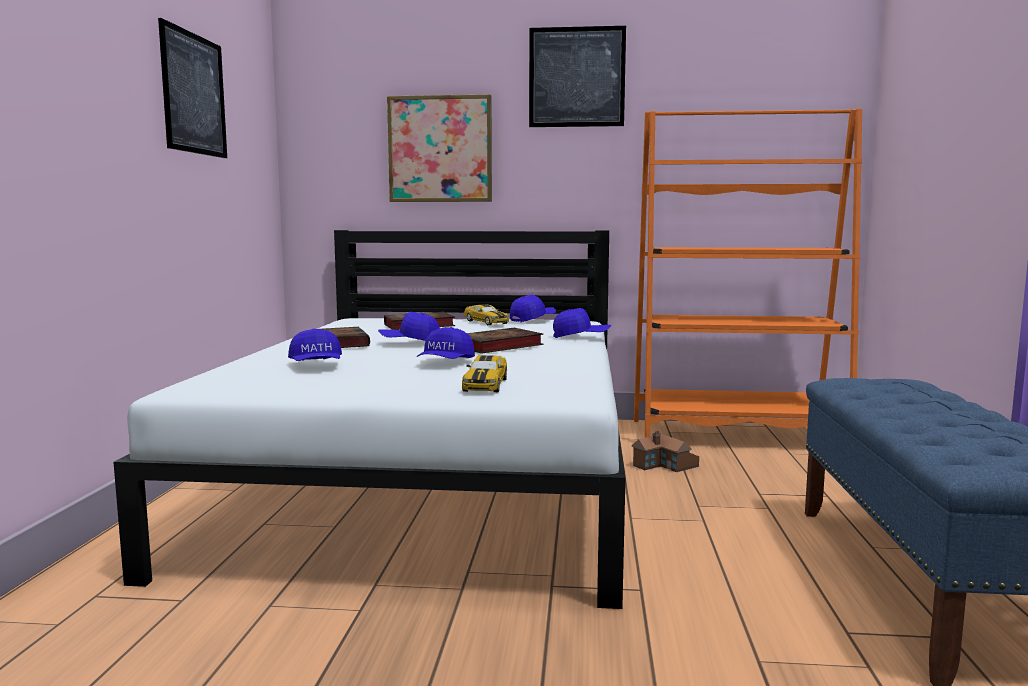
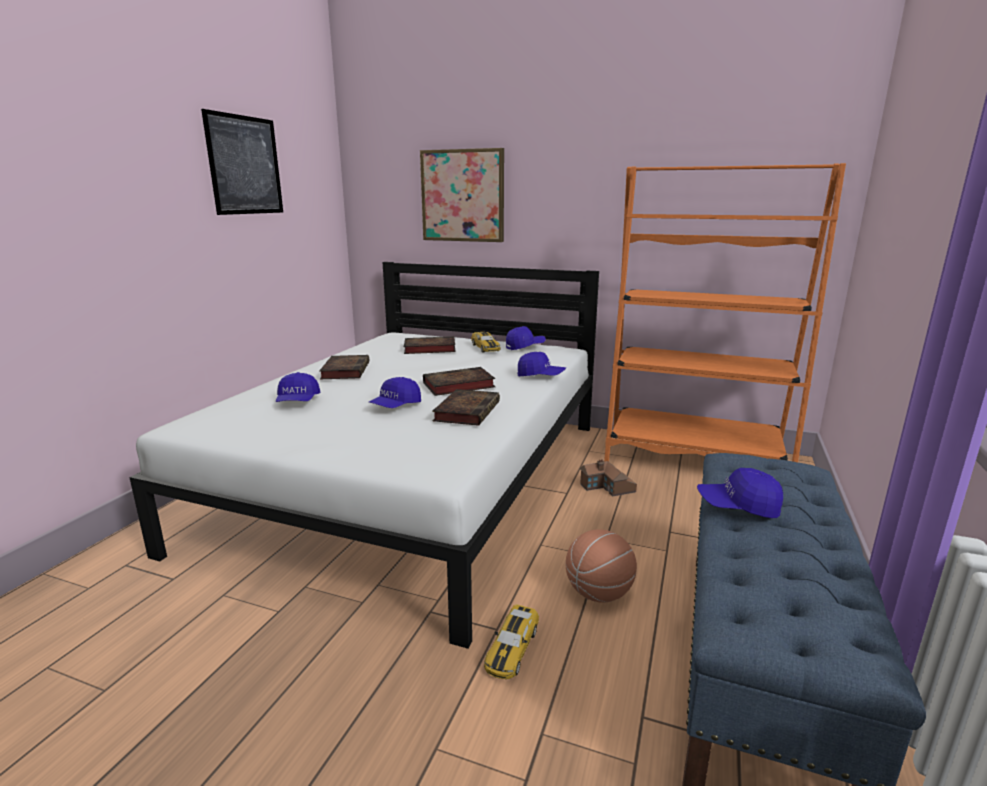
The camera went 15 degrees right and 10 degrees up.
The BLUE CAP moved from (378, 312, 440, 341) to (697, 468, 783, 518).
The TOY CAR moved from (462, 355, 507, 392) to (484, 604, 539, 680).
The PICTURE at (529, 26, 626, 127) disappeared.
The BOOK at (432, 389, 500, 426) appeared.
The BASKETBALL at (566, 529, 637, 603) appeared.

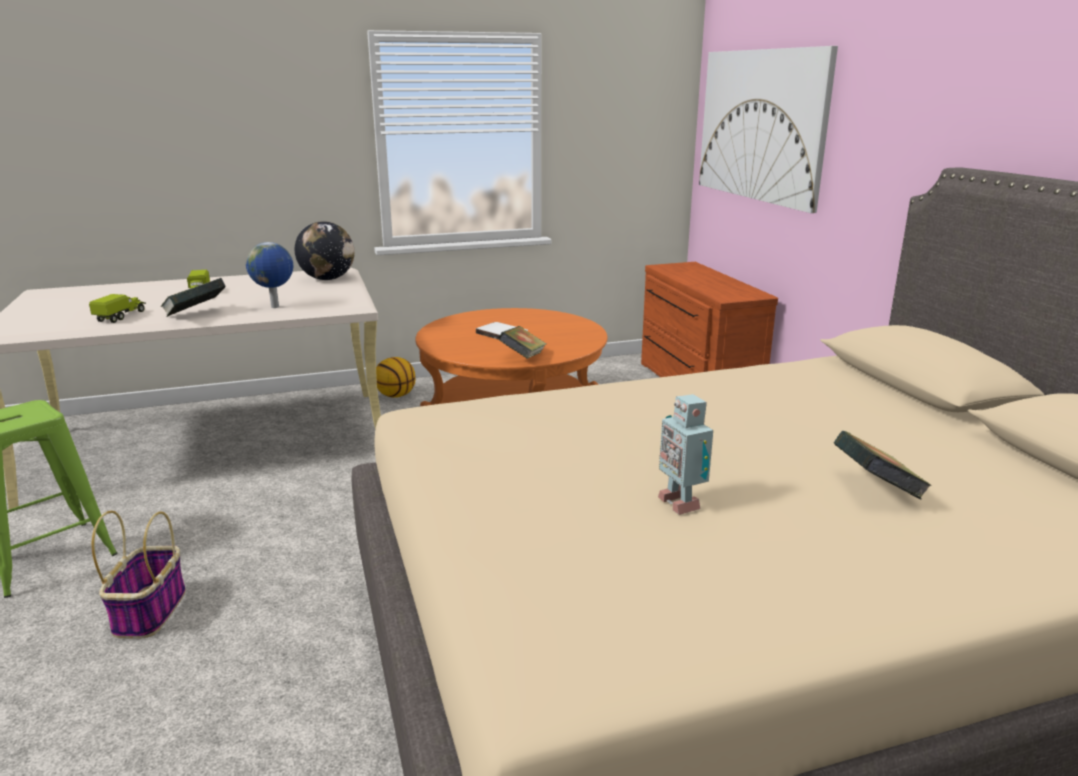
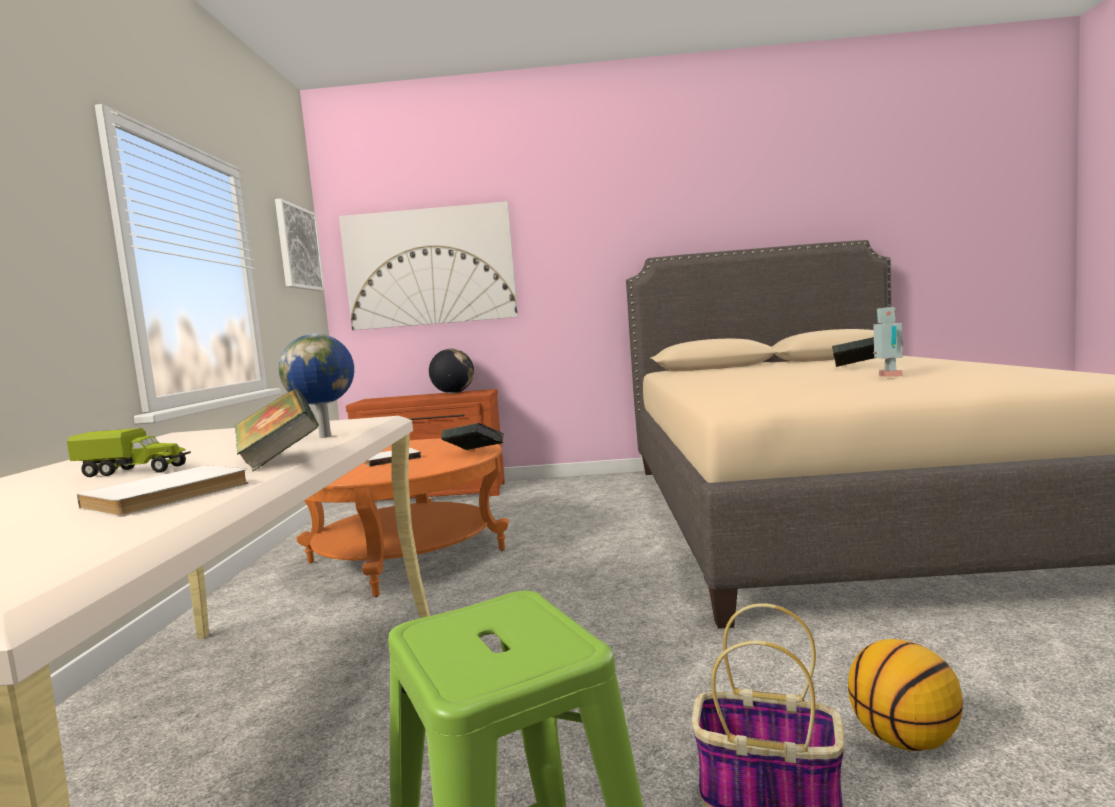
The camera went 70 degrees left and 15 degrees down.
The TOY TRUCK at (89, 294, 146, 323) was replaced by the WHITE BOOK at (77, 465, 249, 517).
The GLOBE moved from (295, 221, 355, 280) to (429, 349, 474, 393).
The BASKETBALL moved from (376, 357, 415, 398) to (848, 639, 963, 751).
The TOY ROBOT at (658, 394, 713, 515) turned 75 degrees counterclockwise.
The PICTURE at (275, 199, 325, 291) appeared.

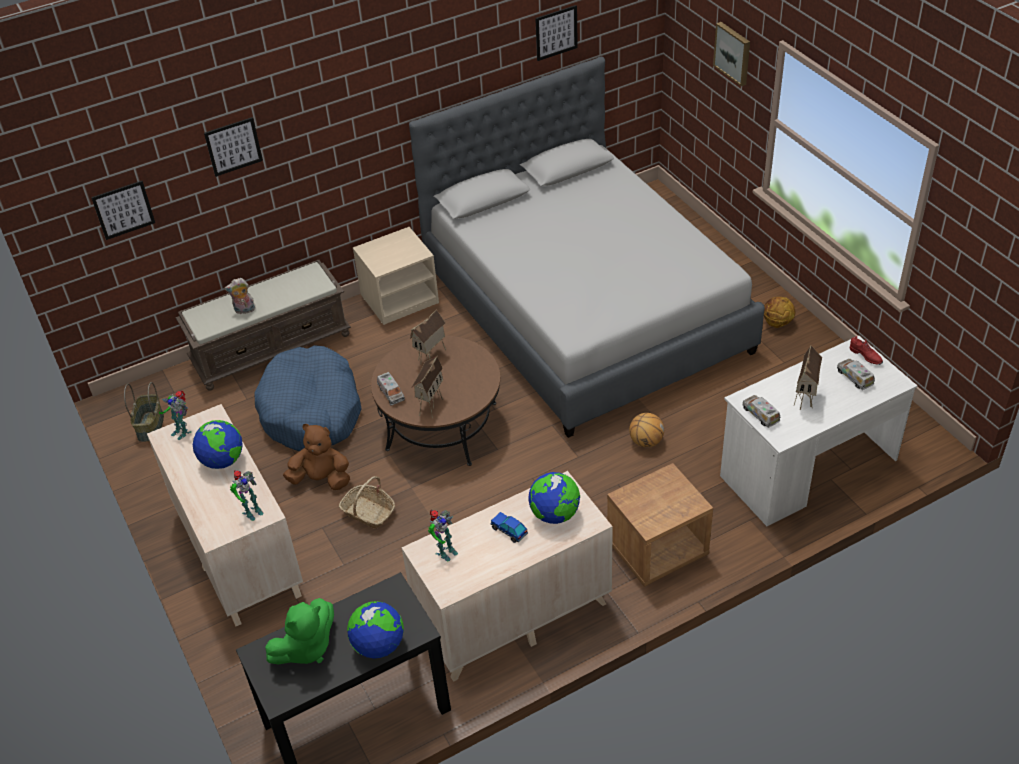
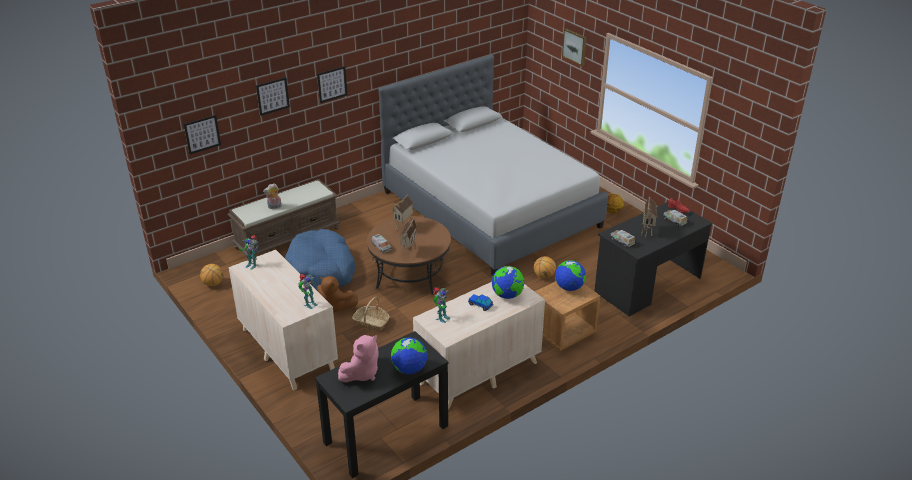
The camera went 10 degrees left and 10 degrees down.
The BASKET at (124, 382, 164, 442) was replaced by the BASKETBALL at (200, 264, 223, 286).
The GLOBE moved from (193, 420, 243, 469) to (555, 260, 586, 291).
The GREEN PLUSH TOY at (265, 598, 334, 665) became the PINK PLUSH TOY at (338, 335, 379, 382).
The BROWN PLUSH TOY at (283, 424, 350, 490) turned 150 degrees counterclockwise.
The BEIGE NIGHTSTAND at (353, 227, 439, 325) disappeared.
The PICTURE moved from (535, 5, 578, 61) to (317, 66, 347, 103).
The WHITE DESK at (720, 336, 917, 526) became the BLACK DESK at (594, 202, 713, 316).

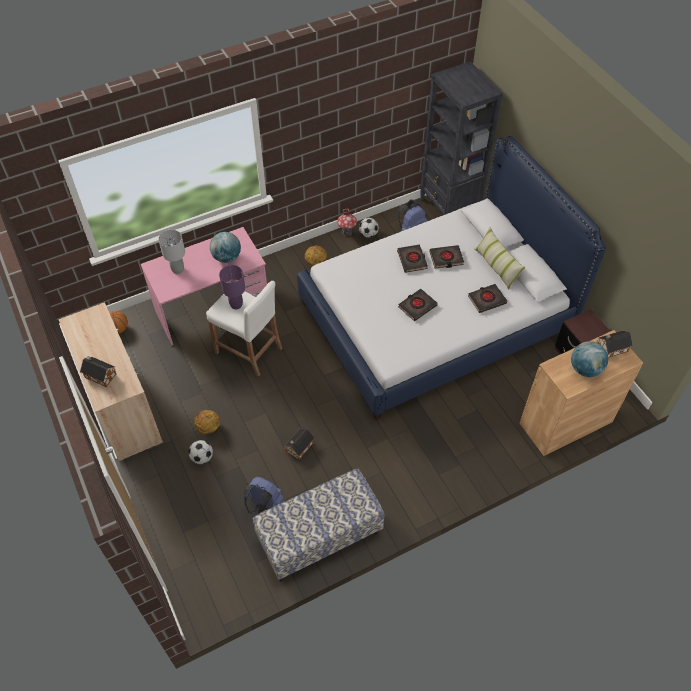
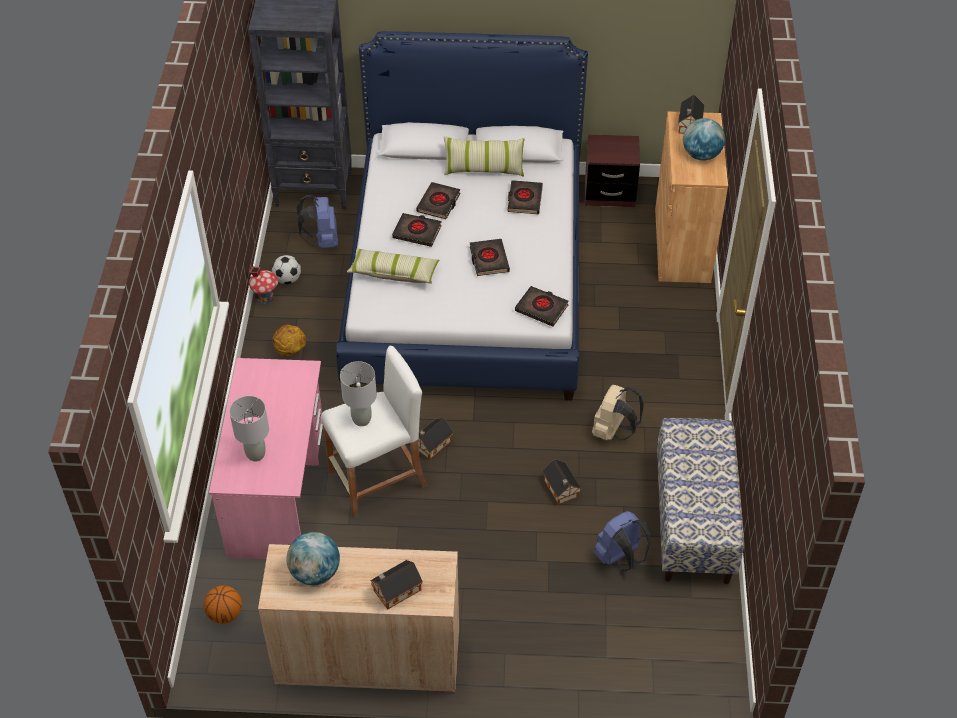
The camera went 60 degrees left and 5 degrees down.
The FOOTBALL at (188, 440, 213, 464) disappeared.
The BASKETBALL at (194, 410, 220, 435) disappeared.
The GLOBE moved from (210, 232, 241, 263) to (286, 532, 340, 585).
The PURPLE TABLE LAMP at (219, 265, 245, 309) became the GREY TABLE LAMP at (340, 361, 377, 426).
The PILLOW at (347, 248, 439, 284) appeared.
The TOY HOUSE at (418, 418, 454, 460) appeared.
The BLACK BOOK at (515, 286, 569, 327) appeared.
The BEIGE BACKPACK at (592, 385, 644, 440) appeared.

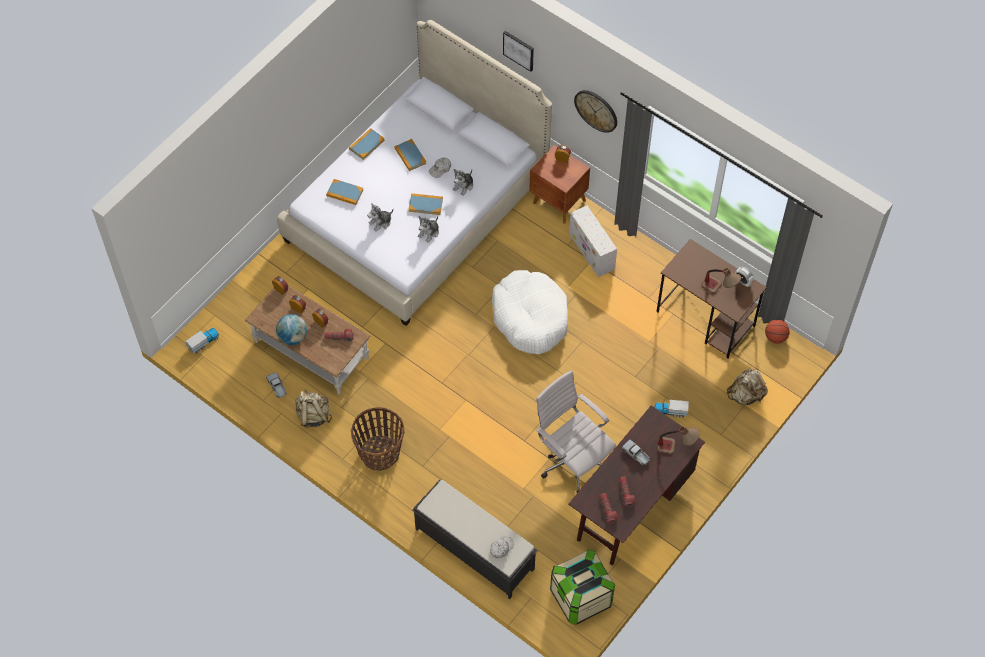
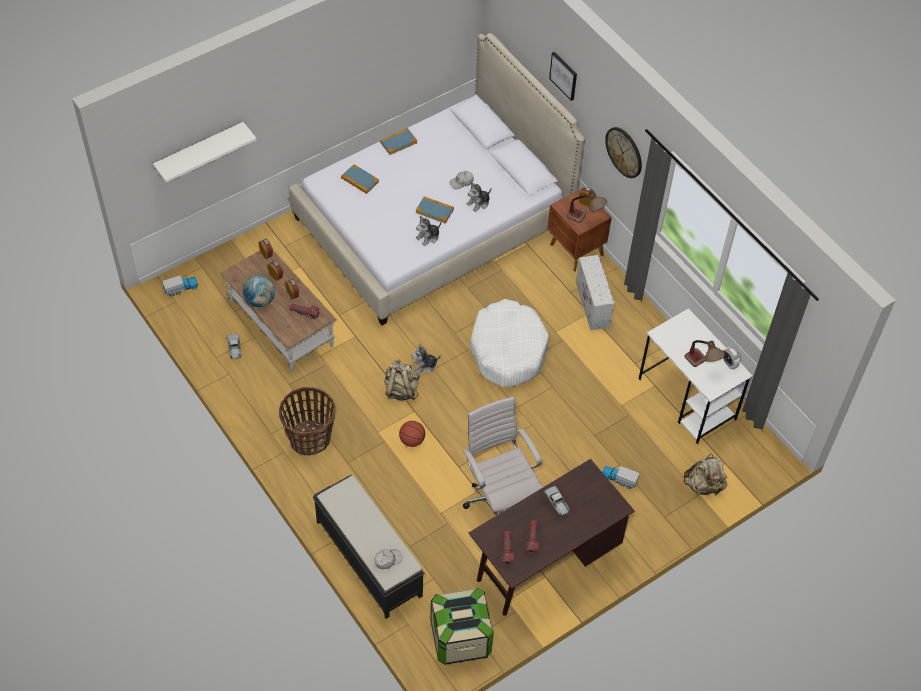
The camera went 15 degrees right and 5 degrees down.
The BEIGE BACKPACK moved from (295, 389, 332, 428) to (384, 359, 420, 400).
The PLUSH TOY moved from (367, 203, 393, 232) to (411, 343, 441, 373).
The BOOK at (394, 139, 426, 171) disappeared.
The BROWN DESK at (656, 239, 767, 359) became the WHITE DESK at (638, 308, 753, 444).
The TABLE LAMP moved from (657, 427, 700, 454) to (567, 192, 607, 222).
The BASKETBALL moved from (765, 320, 790, 344) to (399, 421, 425, 447).
The WHITE SHELF at (153, 122, 257, 183) appeared.

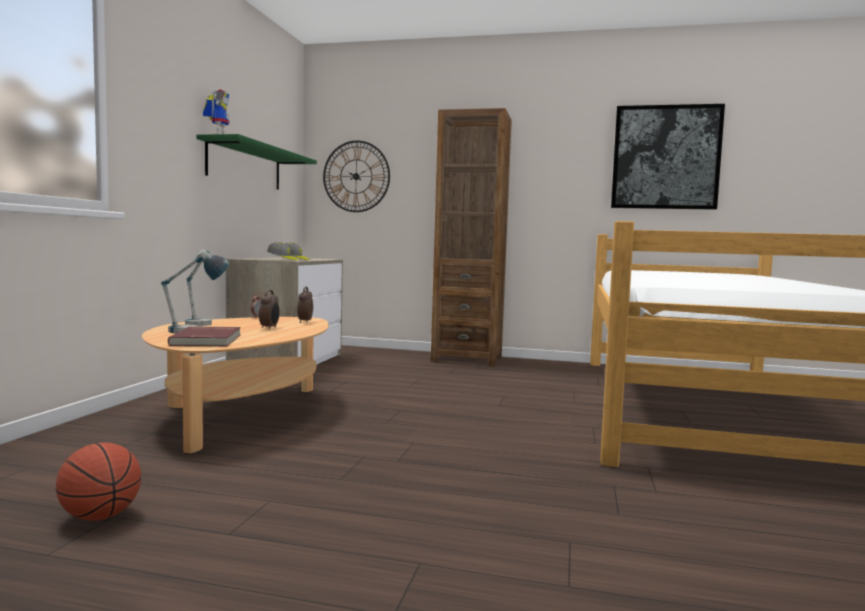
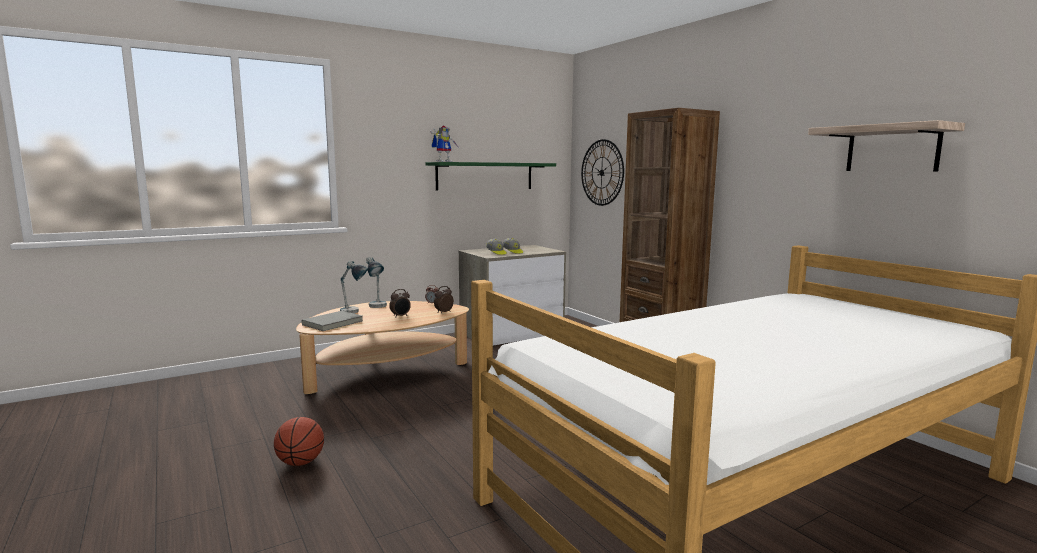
The camera went 45 degrees right and 5 degrees up.
The BASKETBALL moved from (56, 442, 141, 521) to (274, 417, 324, 466).
The RED BOOK at (168, 326, 241, 346) became the GREY BOOK at (301, 311, 363, 331).
The PICTURE at (611, 104, 725, 210) was replaced by the SHELF at (808, 120, 965, 172).

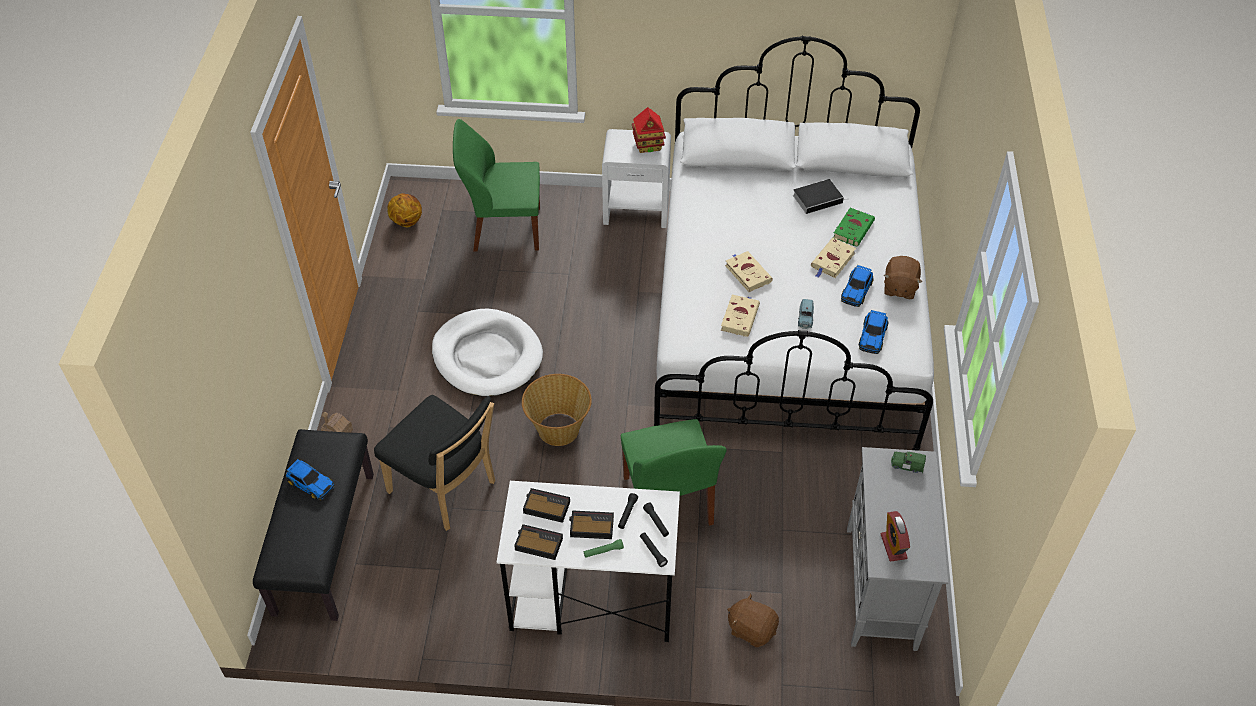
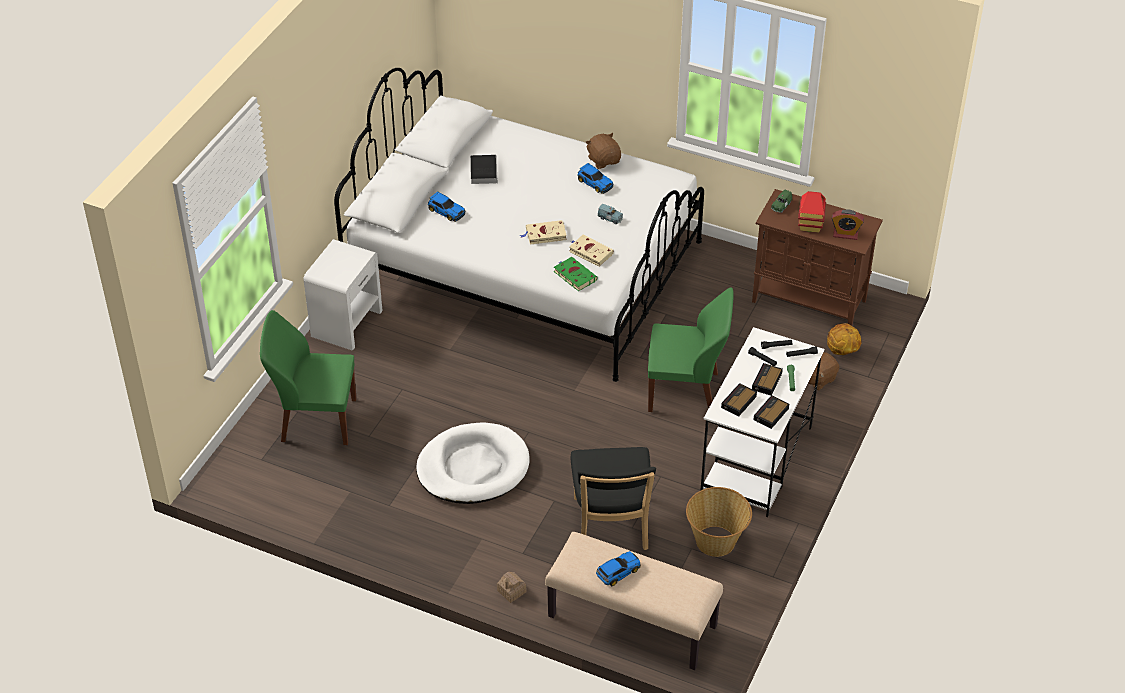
The camera went 70 degrees left and 5 degrees down.
The BLACK BENCH at (253, 429, 374, 621) became the BEIGE BENCH at (545, 532, 723, 670).
The BLACK CHAIR at (374, 395, 495, 531) turned 120 degrees clockwise.
The BASKETBALL moved from (388, 193, 422, 227) to (827, 323, 862, 355).
The GREEN CHAIR at (453, 119, 540, 251) turned 75 degrees clockwise.
The BASKET moved from (522, 374, 592, 446) to (686, 487, 752, 557).
The TOY HOUSE moved from (632, 107, 666, 153) to (798, 191, 826, 233).
The BEIGE BOOK at (811, 238, 856, 278) disappeared.
The GREEN BOOK moved from (833, 208, 875, 247) to (554, 257, 598, 291).
The GREY CABINET at (847, 447, 949, 651) became the BROWN CABINET at (752, 189, 883, 326).
The TOY CAR moved from (859, 310, 889, 354) to (428, 191, 465, 222).
The BROWN PLUSH TOY at (884, 256, 922, 299) turned 150 degrees counterclockwise.

